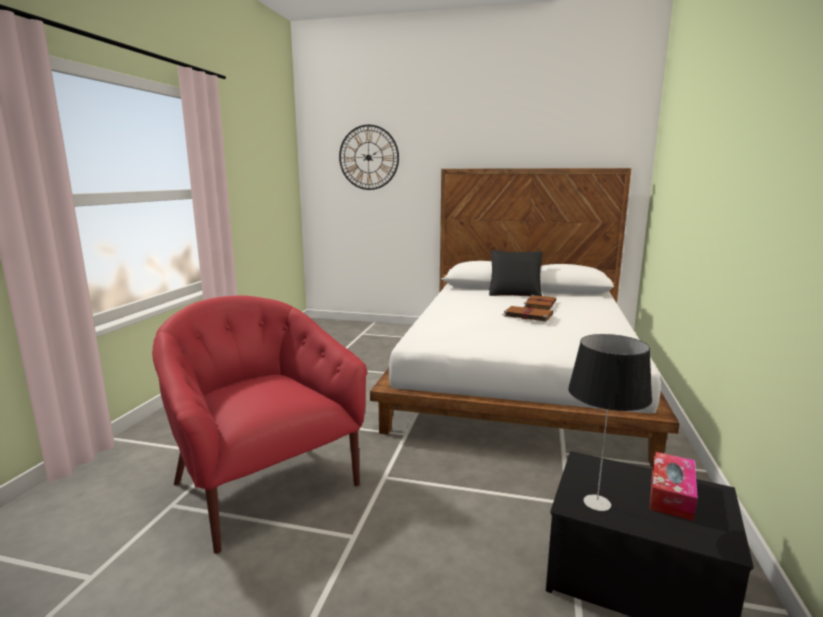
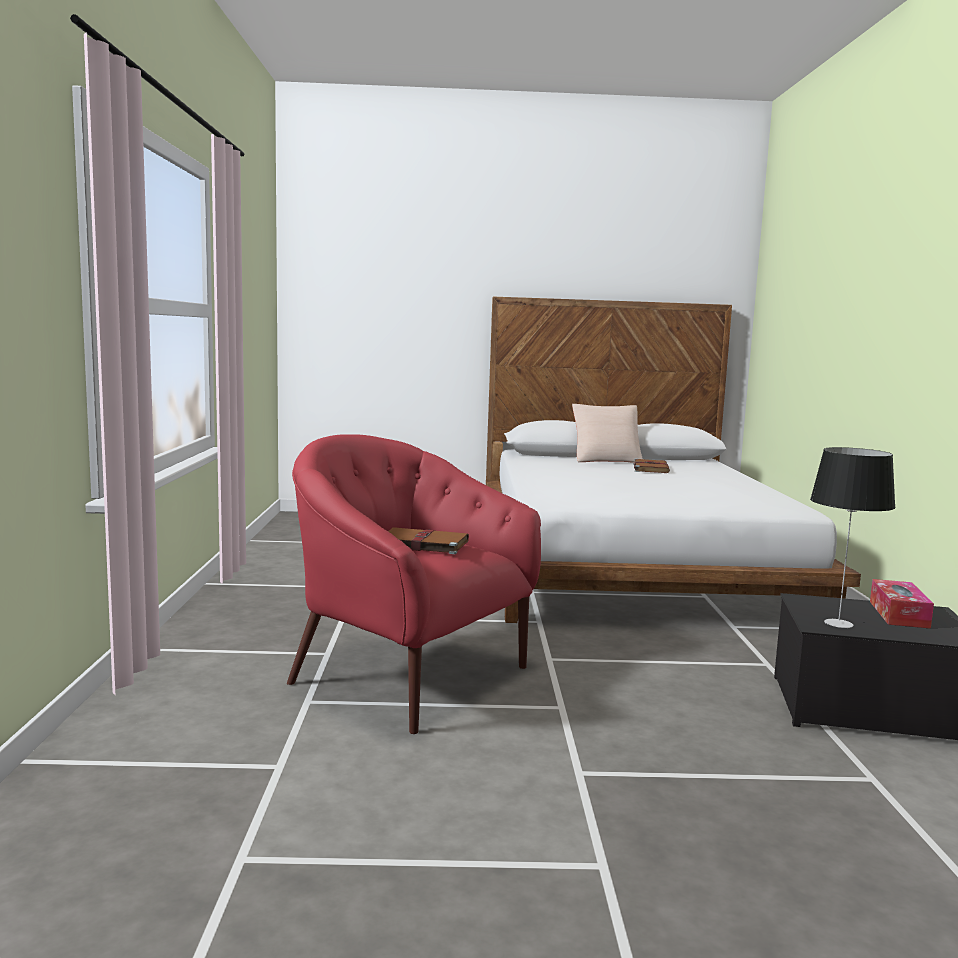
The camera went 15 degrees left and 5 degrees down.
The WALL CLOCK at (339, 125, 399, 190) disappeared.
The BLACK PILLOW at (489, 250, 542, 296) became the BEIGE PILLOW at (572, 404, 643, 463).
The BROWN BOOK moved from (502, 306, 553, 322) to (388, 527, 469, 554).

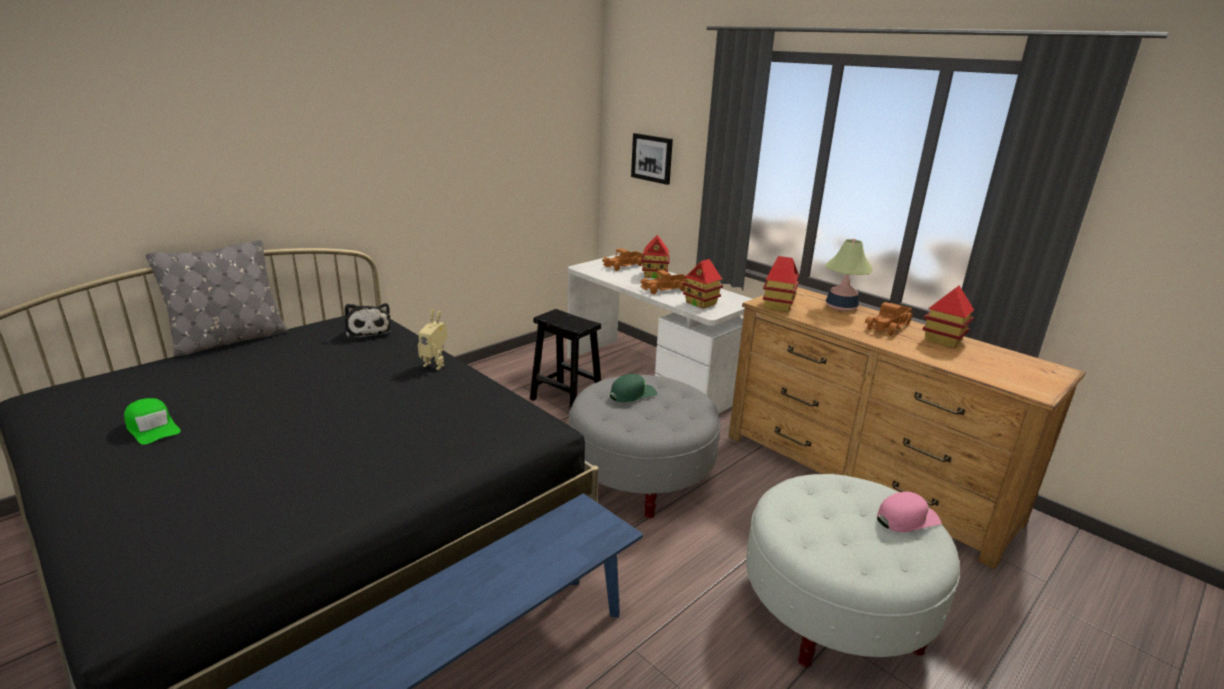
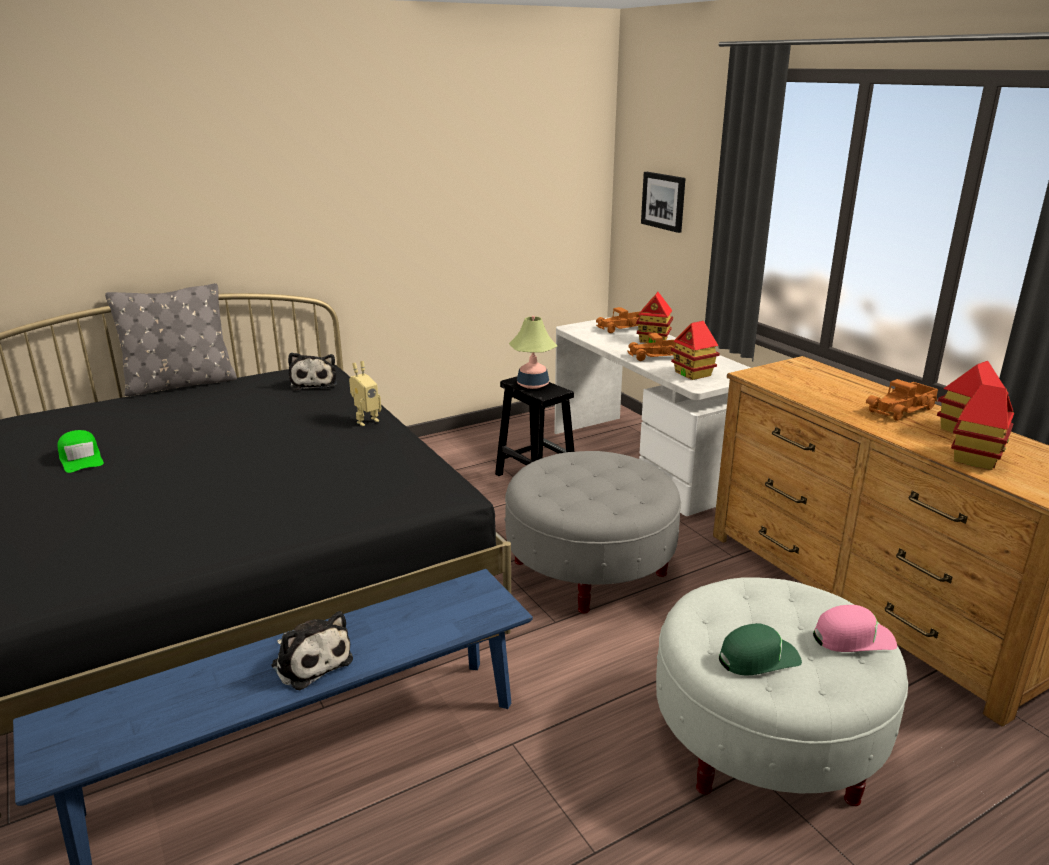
The camera went 15 degrees right and 0 degrees up.
The TOY ROBOT at (418, 310, 447, 370) turned 75 degrees counterclockwise.
The GREEN CAP moved from (610, 374, 657, 402) to (719, 623, 802, 675).
The TOY HOUSE moved from (763, 256, 799, 312) to (951, 384, 1014, 470).
The TABLE LAMP moved from (825, 238, 873, 311) to (509, 316, 557, 389).
The PLUSH TOY at (271, 611, 353, 690) appeared.

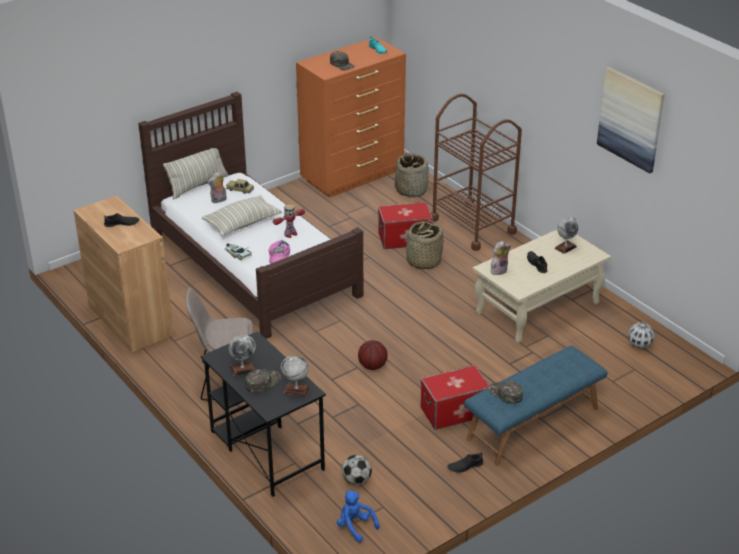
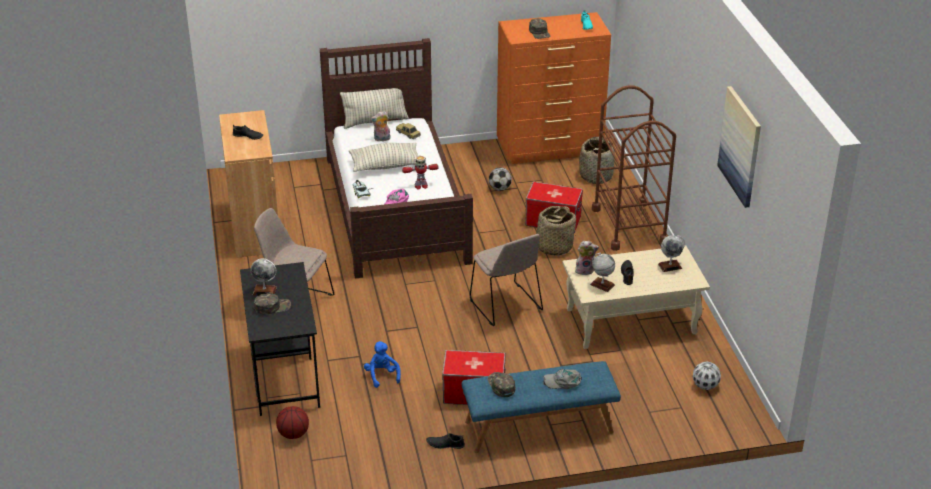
The camera went 25 degrees right and 0 degrees up.
The GLOBE moved from (281, 356, 310, 397) to (590, 253, 615, 292).
The BLUE PLUSH TOY moved from (337, 491, 380, 542) to (364, 341, 401, 388).
The FOOTBALL moved from (342, 455, 372, 485) to (489, 167, 512, 191).
The BASKETBALL moved from (358, 340, 388, 370) to (276, 406, 309, 439).
The BEIGE CHAIR at (470, 234, 543, 326) appeared.
The GREY CAP at (543, 369, 582, 389) appeared.

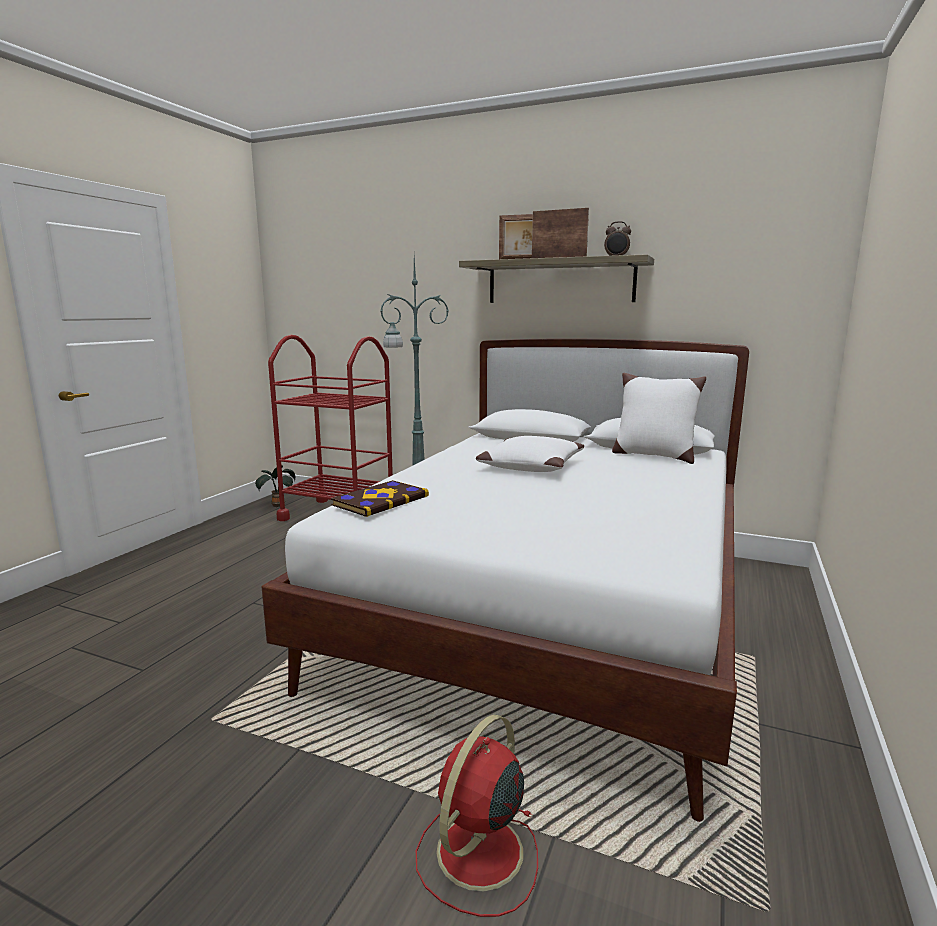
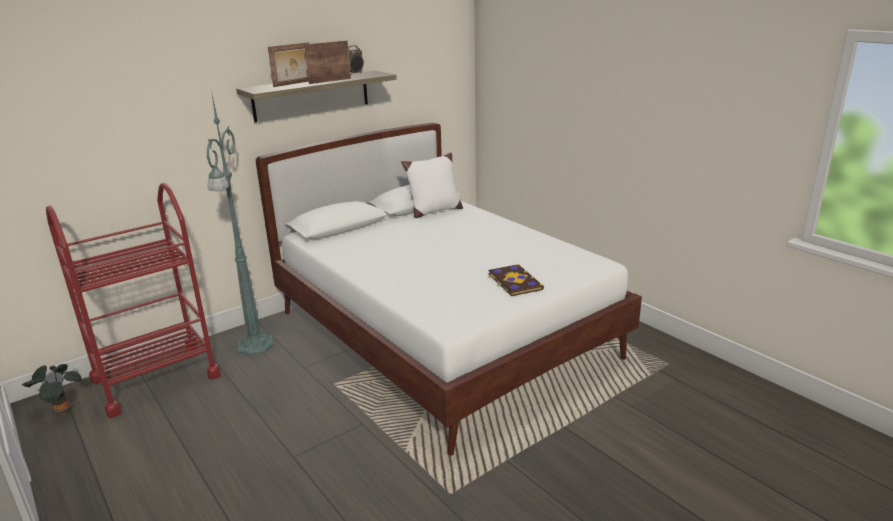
The camera went 60 degrees left and 10 degrees up.
The BOOK moved from (331, 480, 429, 517) to (489, 264, 544, 296).
The RED FAN at (416, 715, 538, 917) disappeared.
The WHITE PILLOW at (476, 436, 584, 472) disappeared.

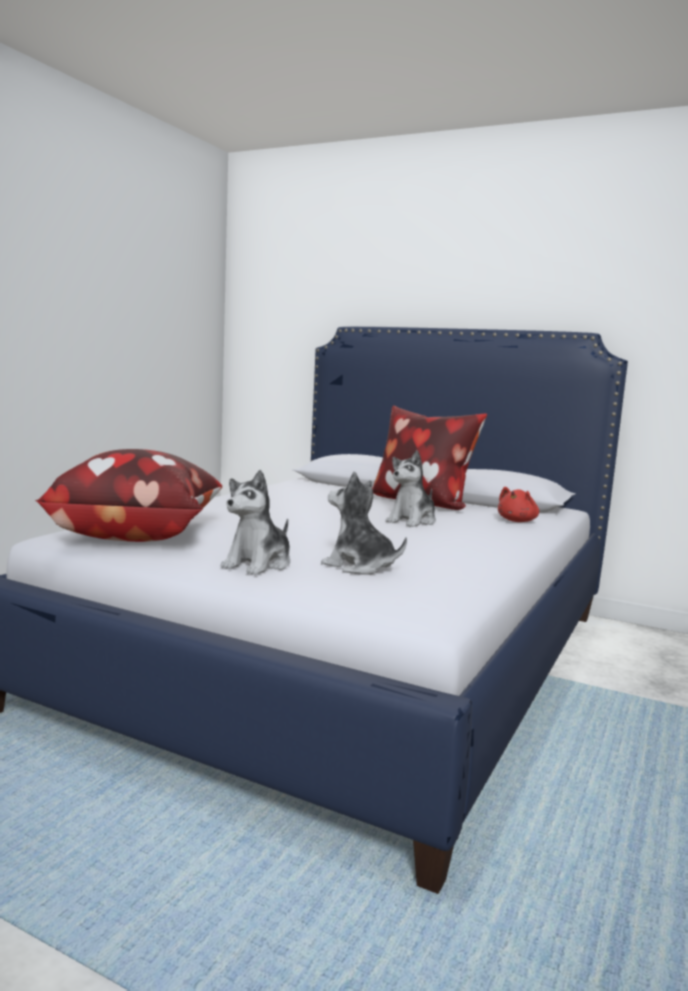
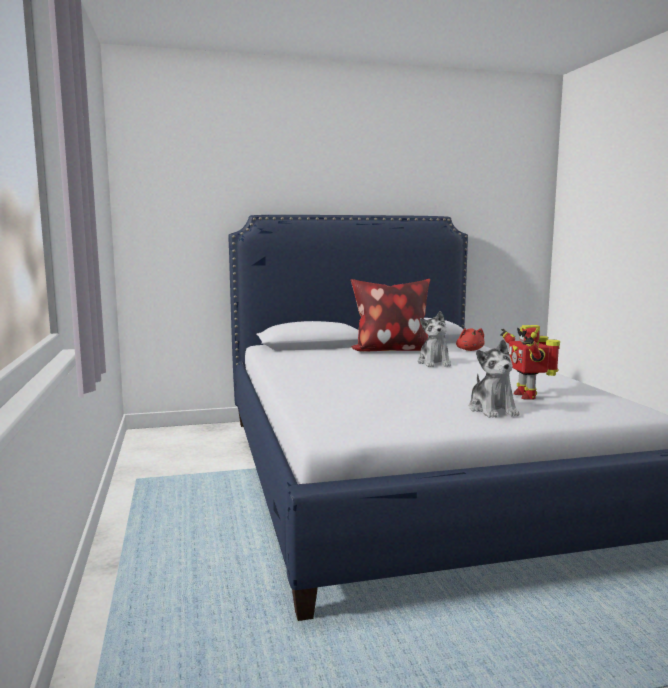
The camera went 40 degrees left and 0 degrees up.
The PILLOW at (35, 449, 222, 542) disappeared.
The PLUSH TOY at (321, 472, 407, 575) was replaced by the TOY ROBOT at (501, 325, 560, 400).

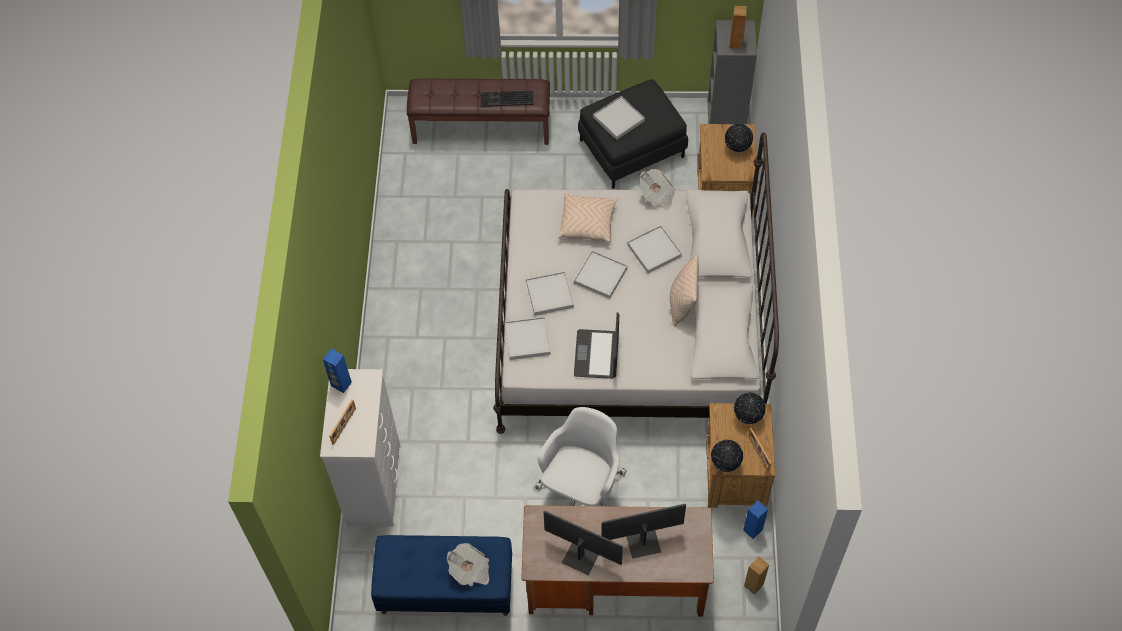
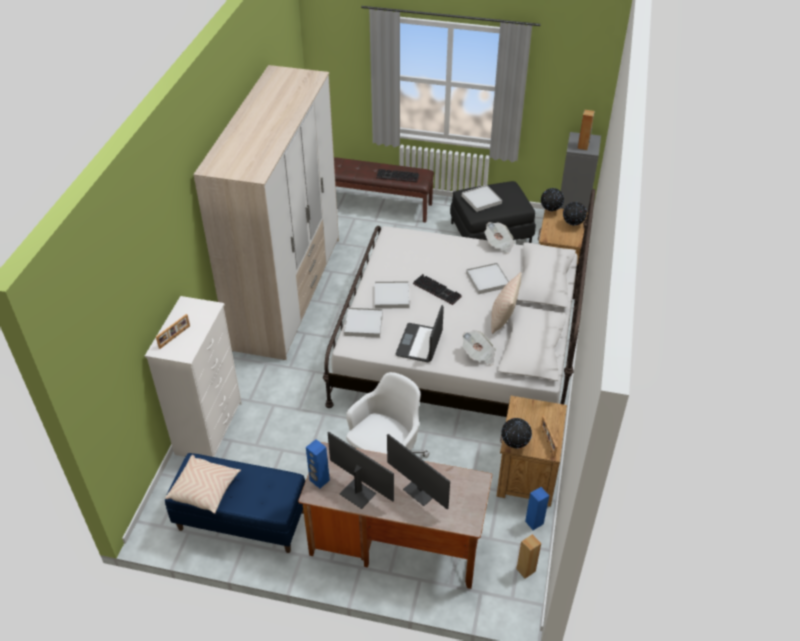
The camera went 10 degrees right and 15 degrees down.
The BLUE SPEAKER moved from (323, 348, 352, 393) to (306, 439, 330, 489).
The NEWSPAPER moved from (447, 543, 489, 586) to (462, 330, 496, 365).
The BEIGE PILLOW moved from (558, 193, 617, 242) to (165, 455, 241, 514).
The WHITE TRAY at (574, 251, 627, 299) was replaced by the KEYBOARD at (413, 274, 462, 305).
The MONITOR at (601, 504, 686, 559) turned 135 degrees counterclockwise.
The GLOBE moved from (734, 393, 766, 424) to (541, 188, 564, 211).
The WARDROBE at (193, 65, 339, 360) appeared.

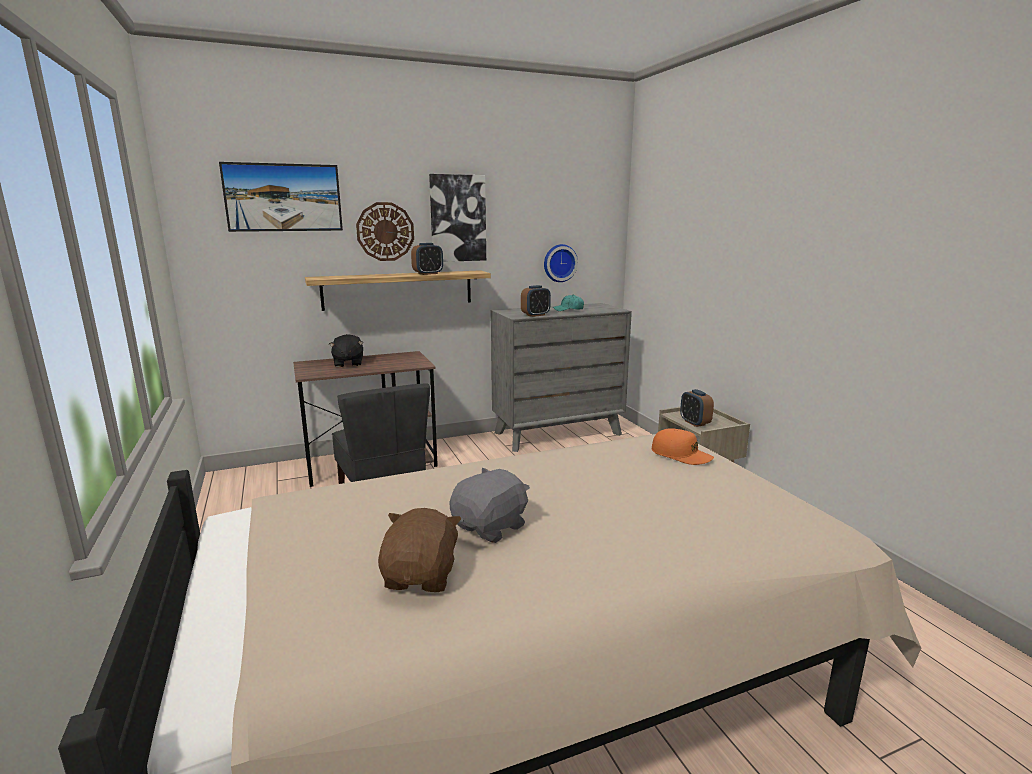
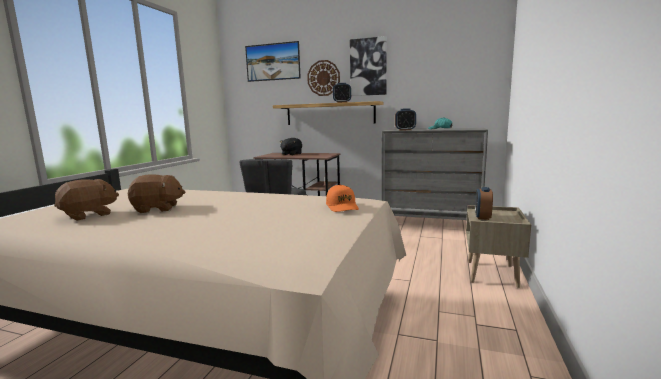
The camera went 40 degrees right and 5 degrees down.
The GREY PLUSH TOY at (449, 467, 530, 543) became the BROWN PLUSH TOY at (128, 174, 185, 213).
The WALL CLOCK at (544, 244, 578, 282) disappeared.

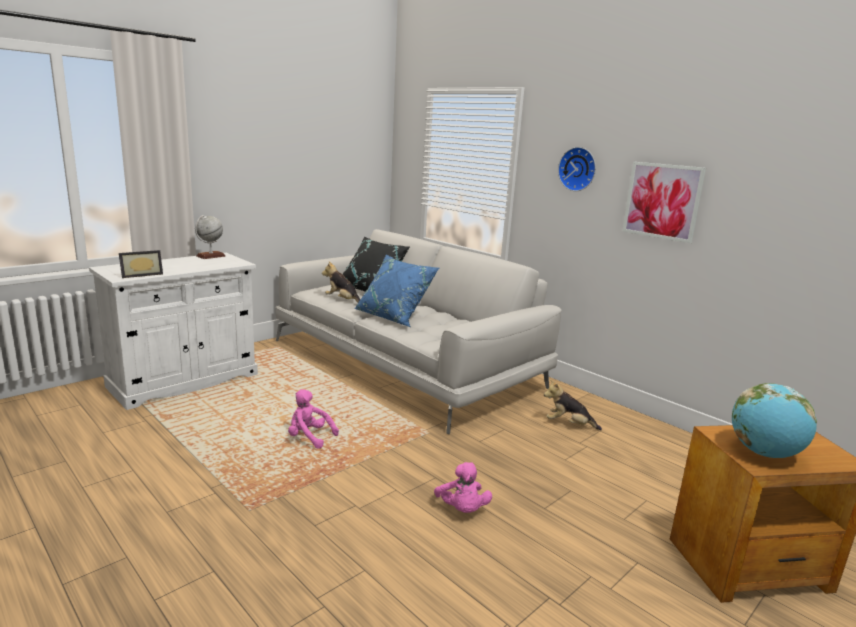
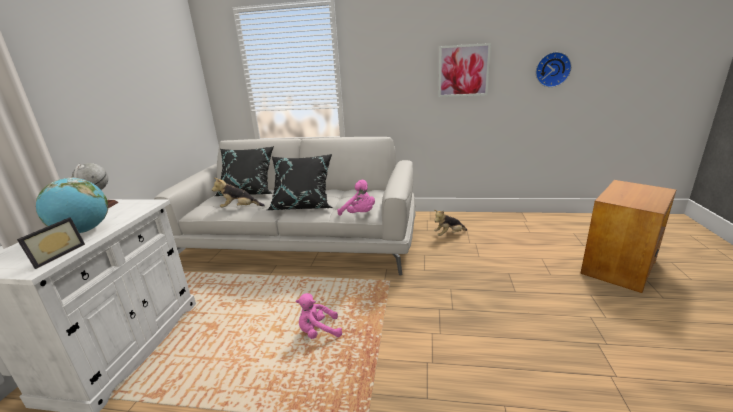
The camera went 35 degrees left and 5 degrees up.
The BLUE PILLOW at (354, 255, 439, 327) became the BLACK PILLOW at (268, 154, 333, 210).
The PINK PLUSH TOY moved from (434, 462, 492, 513) to (337, 180, 375, 216).
The WALL CLOCK moved from (558, 147, 596, 191) to (536, 52, 572, 87).
The GLOBE moved from (732, 383, 817, 458) to (36, 178, 108, 233).

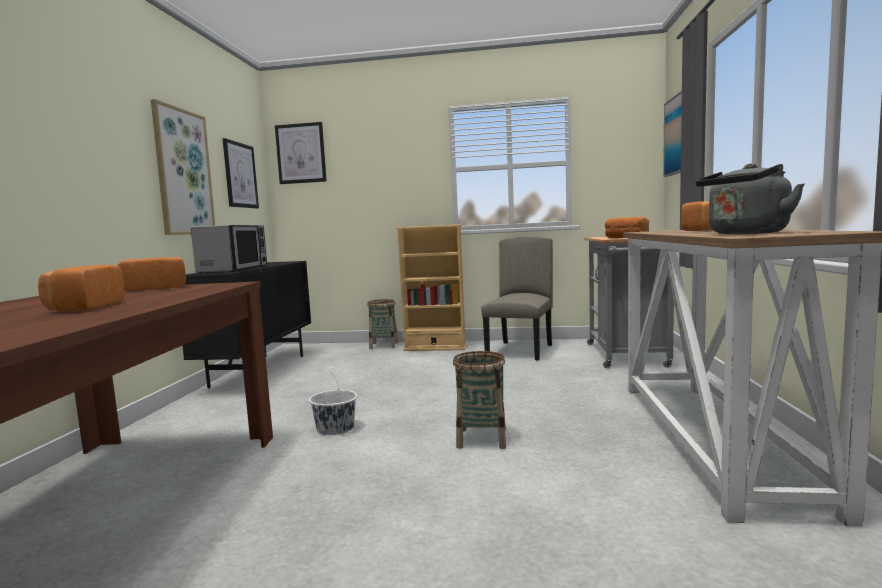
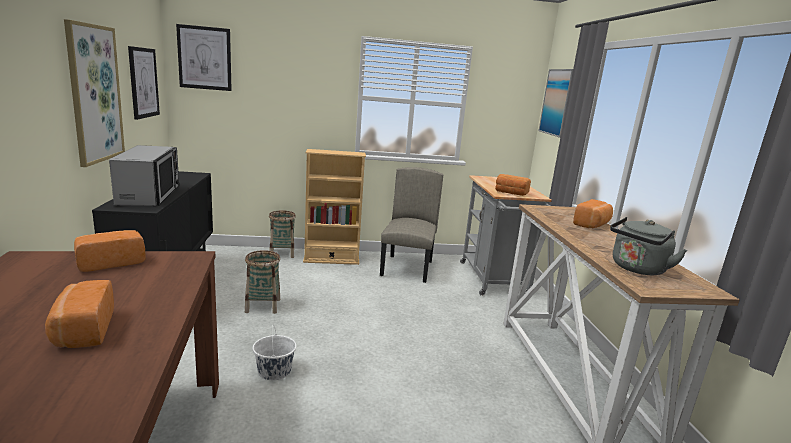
The camera went 15 degrees left and 10 degrees up.
The BASKET moved from (453, 351, 506, 449) to (245, 250, 280, 314).

